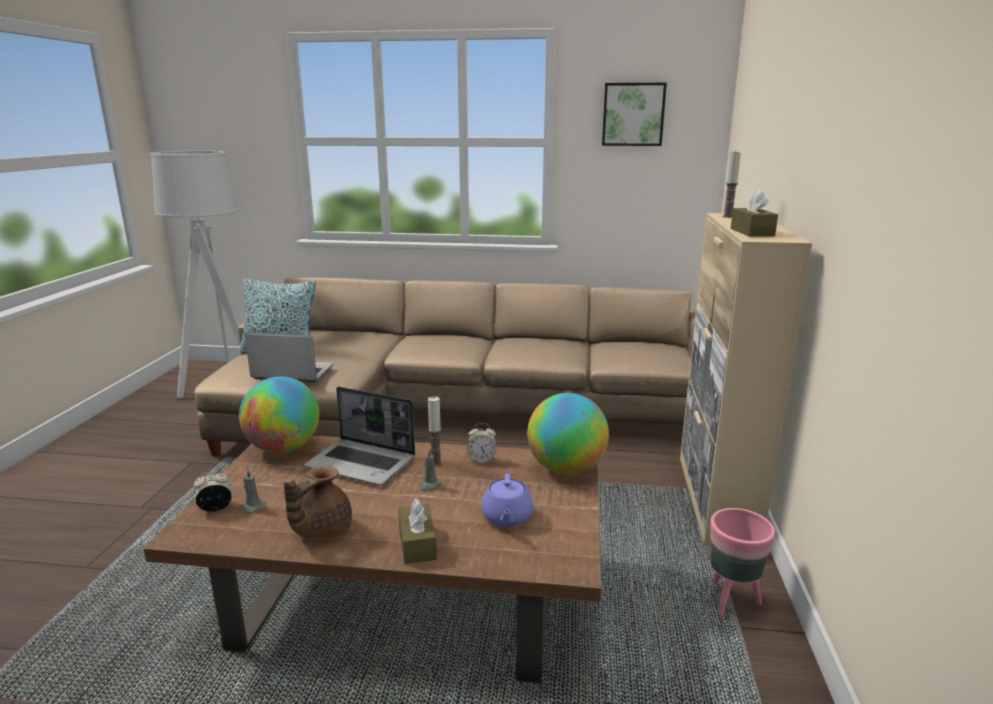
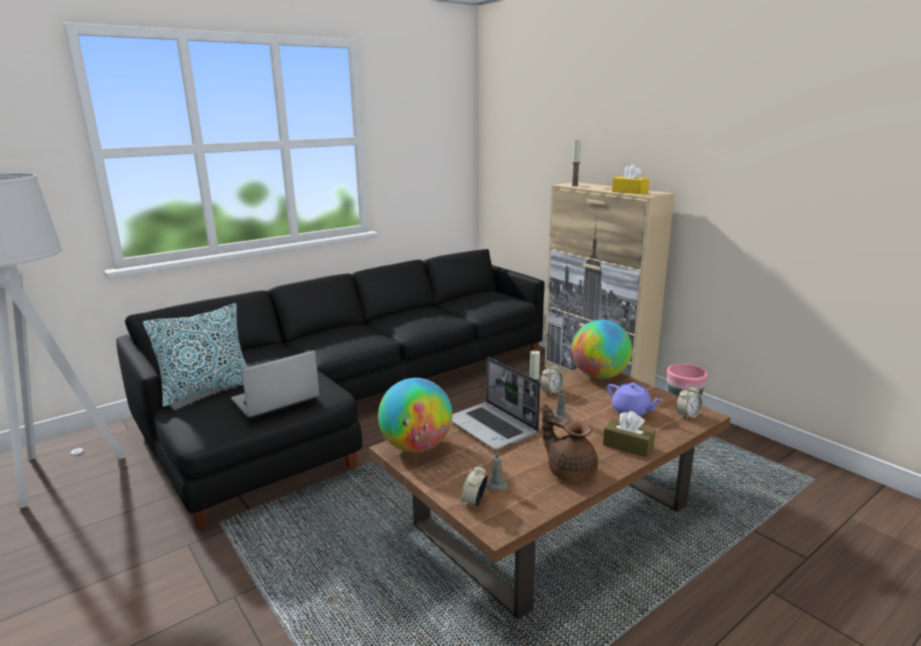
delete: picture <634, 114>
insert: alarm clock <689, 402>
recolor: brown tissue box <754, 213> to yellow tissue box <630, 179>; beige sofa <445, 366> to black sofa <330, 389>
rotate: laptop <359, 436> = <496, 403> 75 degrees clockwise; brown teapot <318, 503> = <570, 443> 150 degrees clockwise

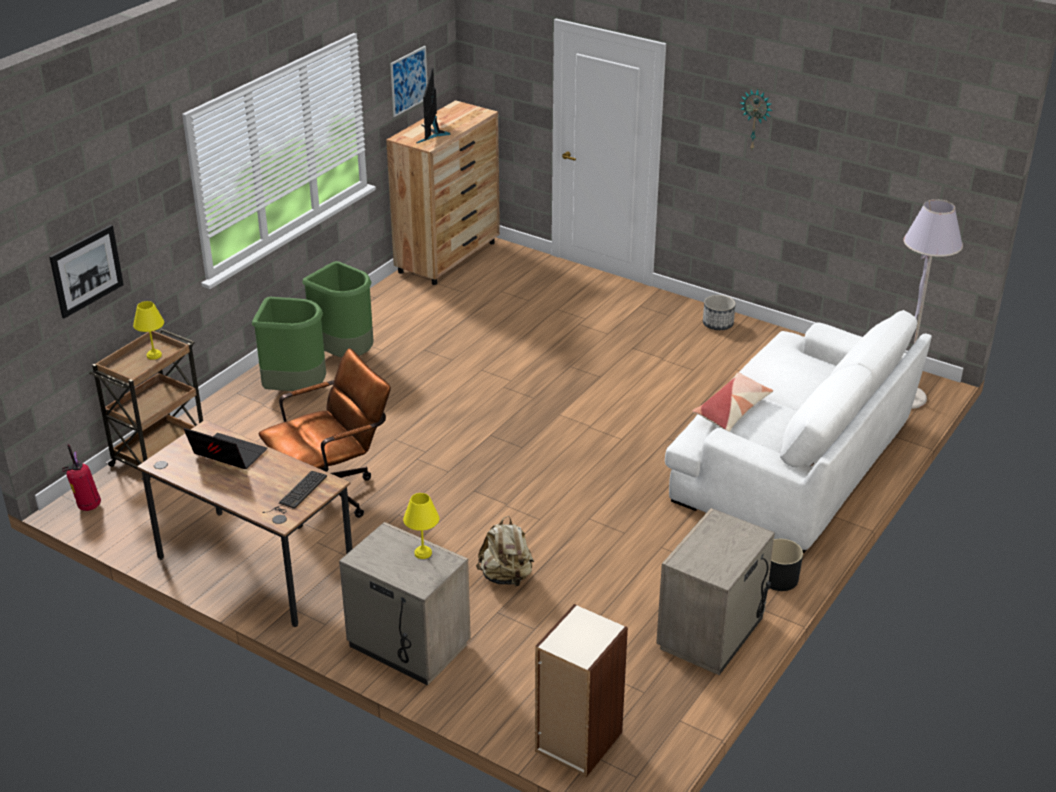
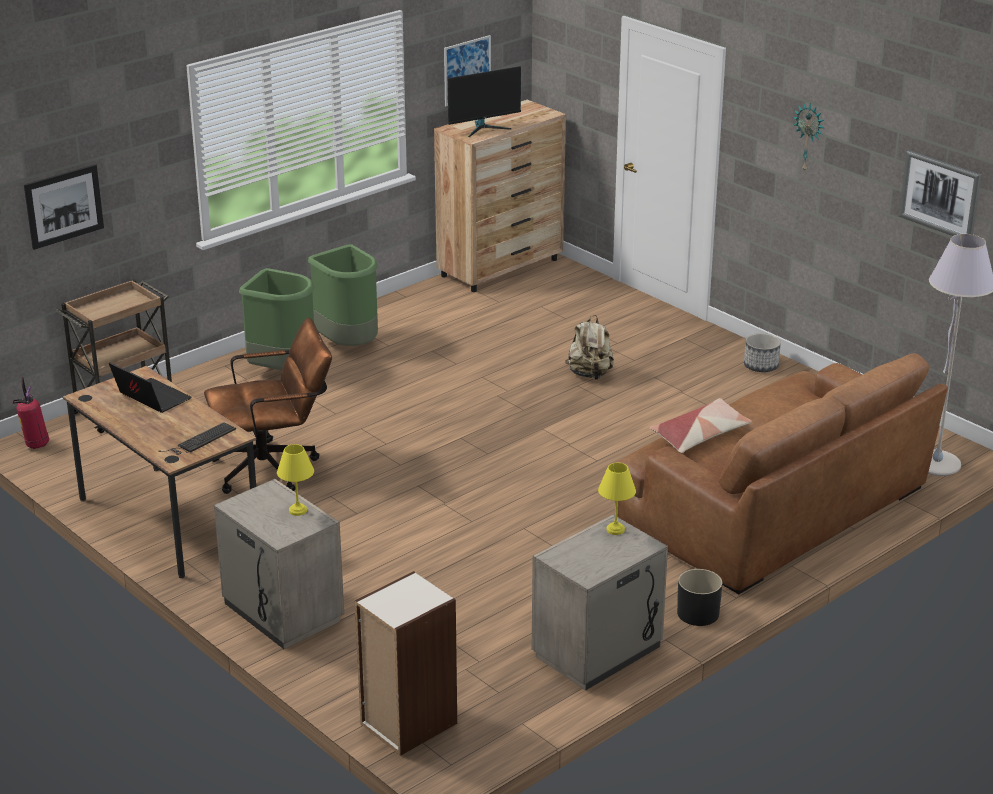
insert: picture <940, 193>
move: yellow table lamp <148, 330> to <617, 499>; beige backpack <505, 552> to <589, 347>
recolor: white sofa <798, 431> to brown sofa <781, 473>
rotate: monitor <433, 105> = <484, 101> 135 degrees counterclockwise

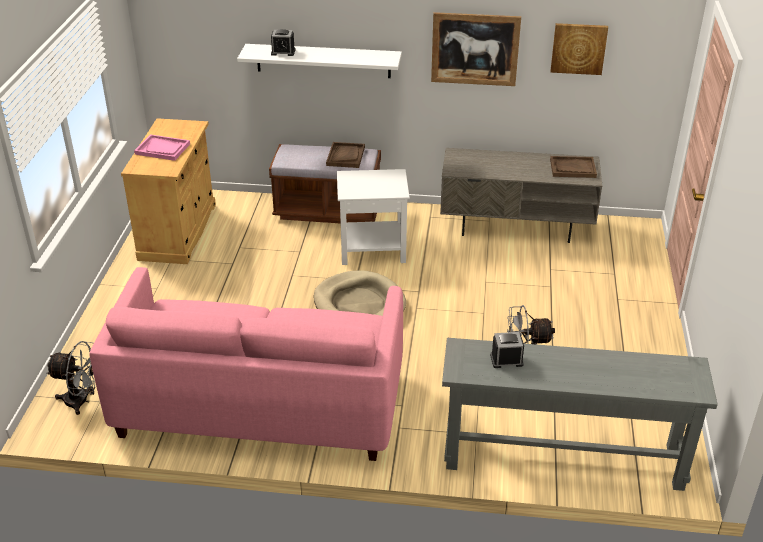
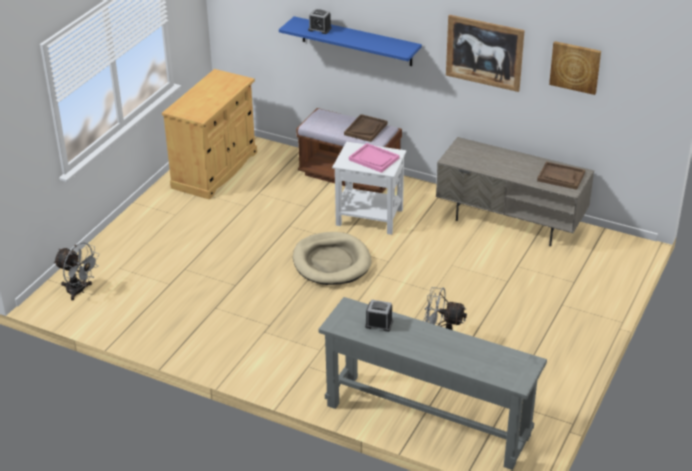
delete: pink sofa <246, 364>
move: pink tray <162, 147> to <374, 158>
recolor: white shelf <319, 61> to blue shelf <350, 41>

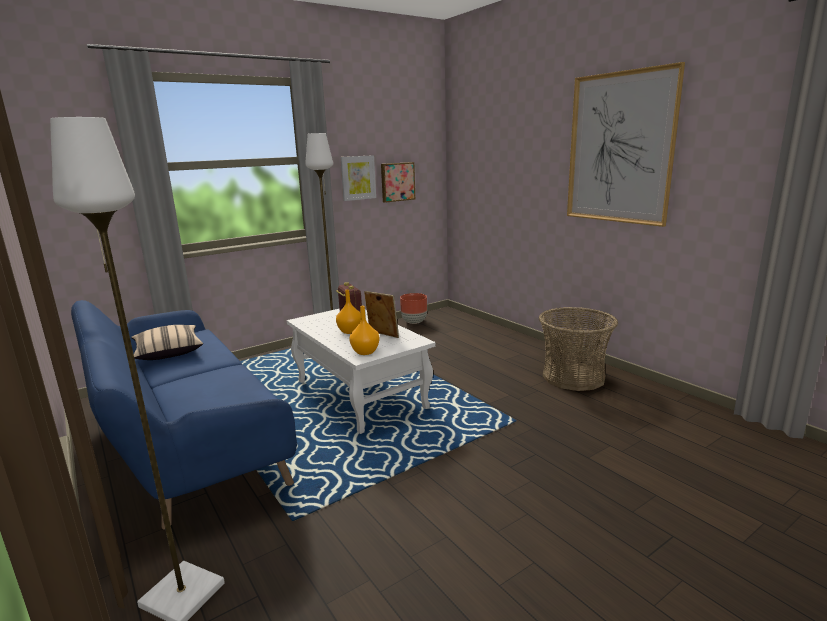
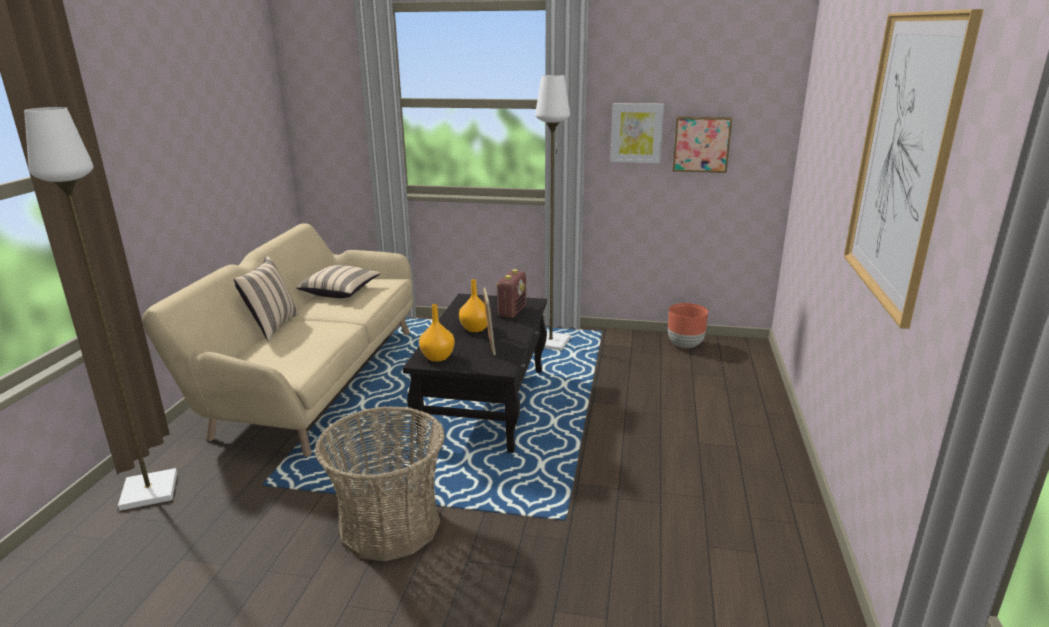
insert: beige pillow <266, 298>
move: basket <578, 349> to <379, 483>
recolor: blue sofa <184, 415> to beige sofa <277, 340>; white coffee table <361, 371> to black coffee table <475, 373>

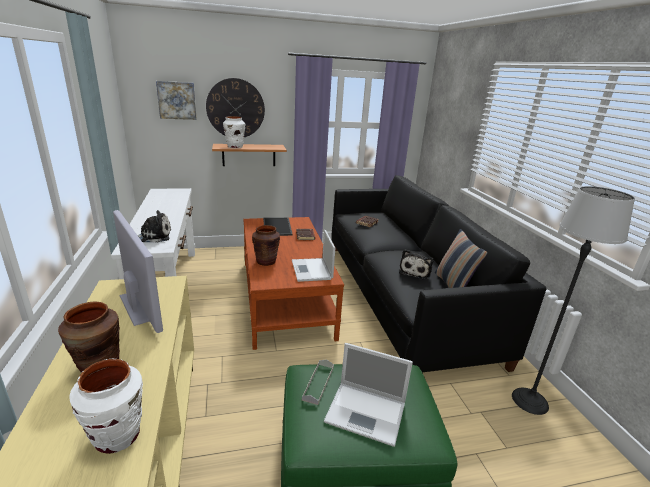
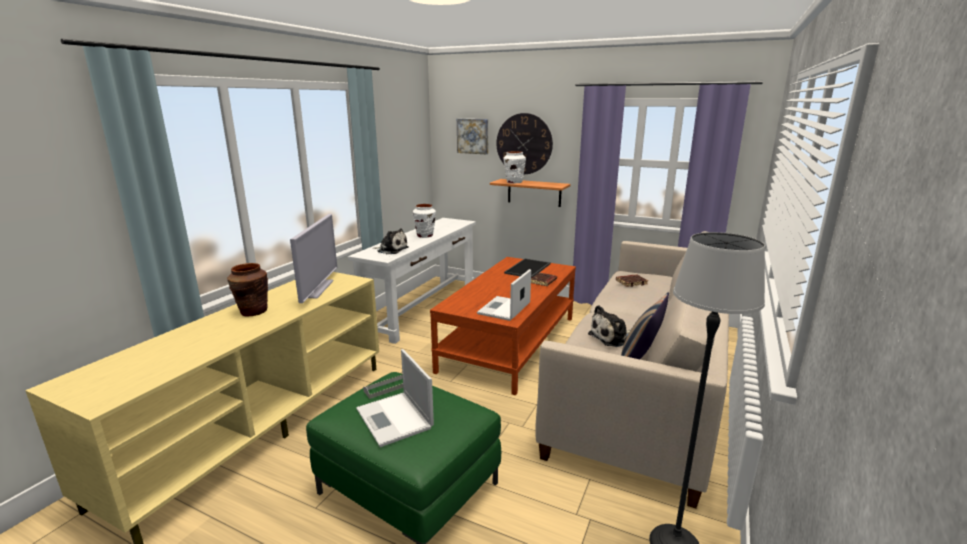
delete: brown vase <266, 245>
move: white vase <106, 406> to <424, 221>
recolor: black sofa <438, 273> to beige sofa <632, 370>

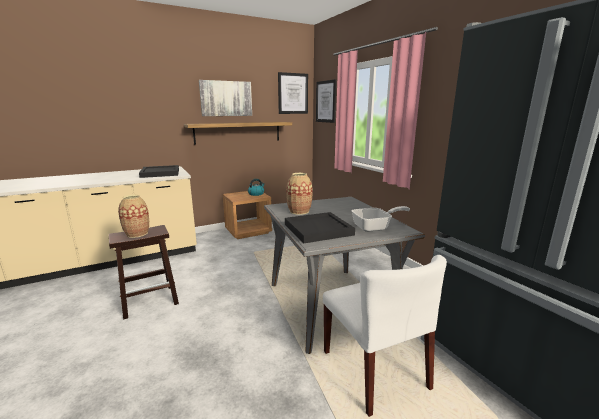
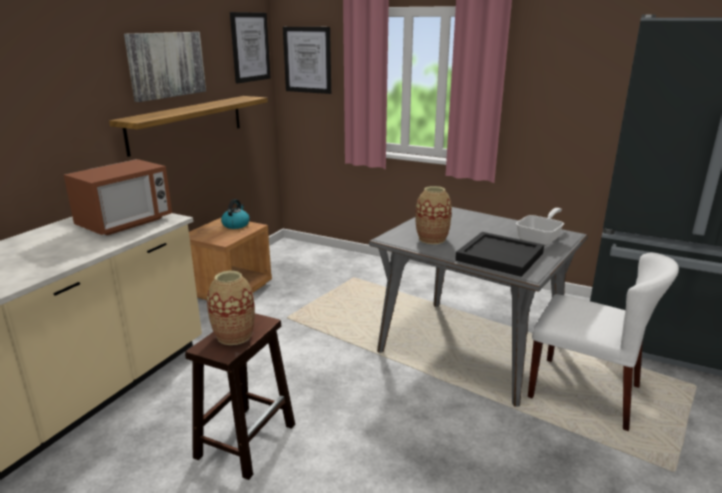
replace: black tray <159, 171> to microwave <118, 197>

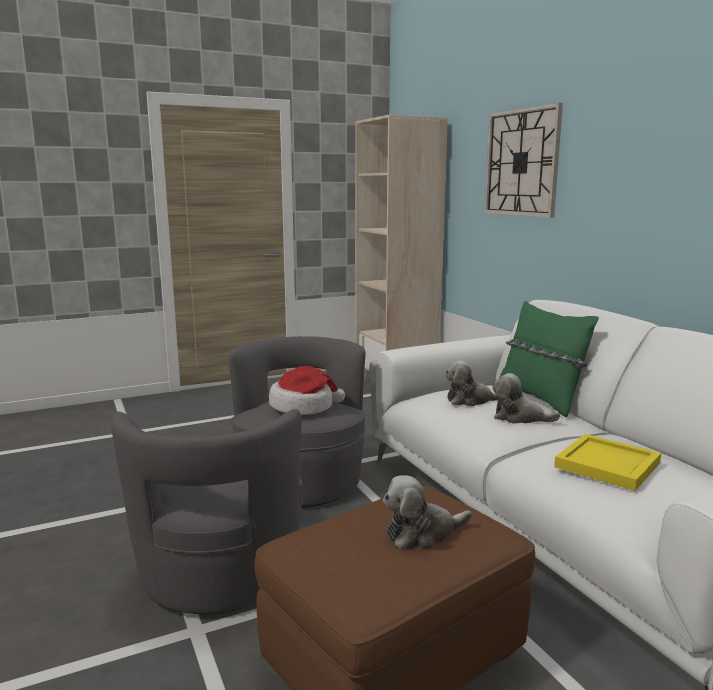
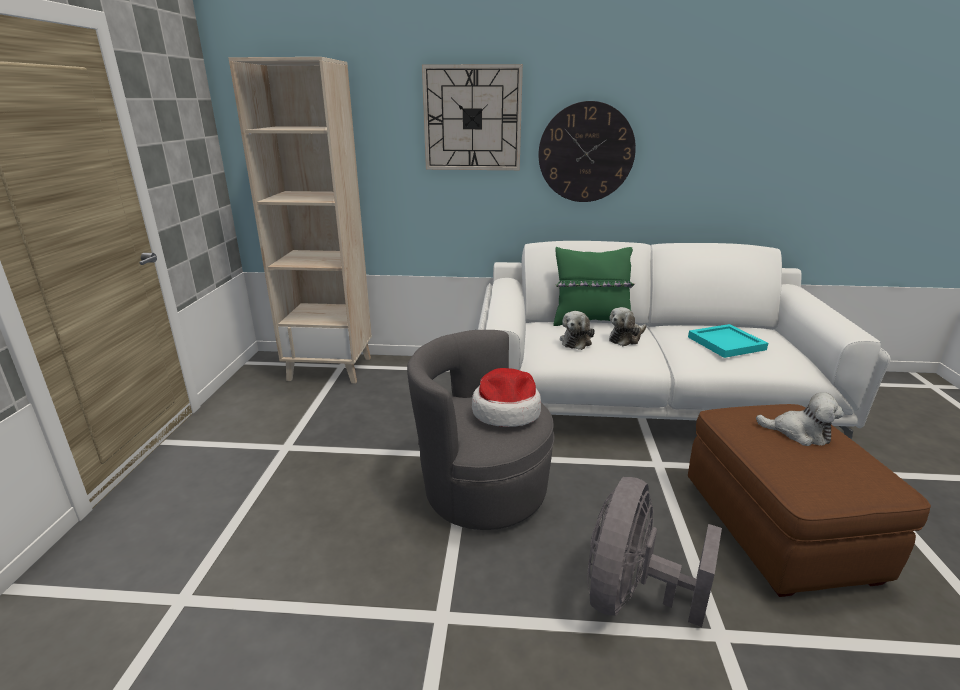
insert: wall clock <587, 151>
replace: grey armchair <207, 511> to grey fan <654, 552>
recolor: yellow tray <607, 462> to turquoise tray <728, 341>
rotate: plush toy <427, 512> = <800, 419> 75 degrees counterclockwise

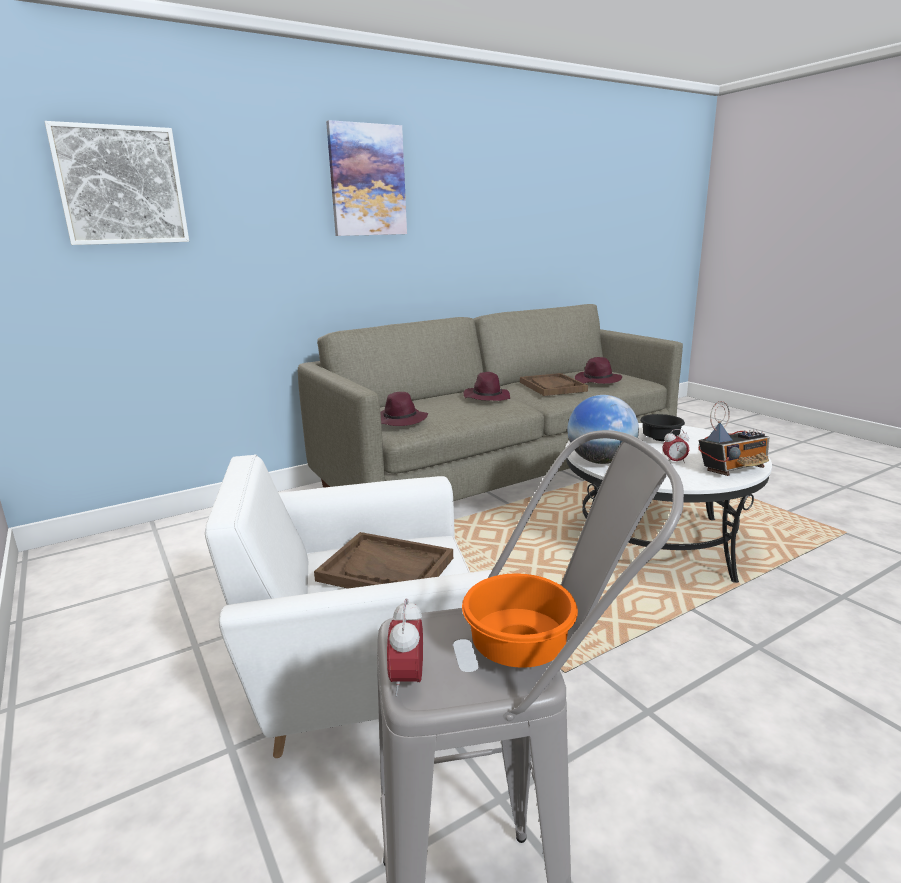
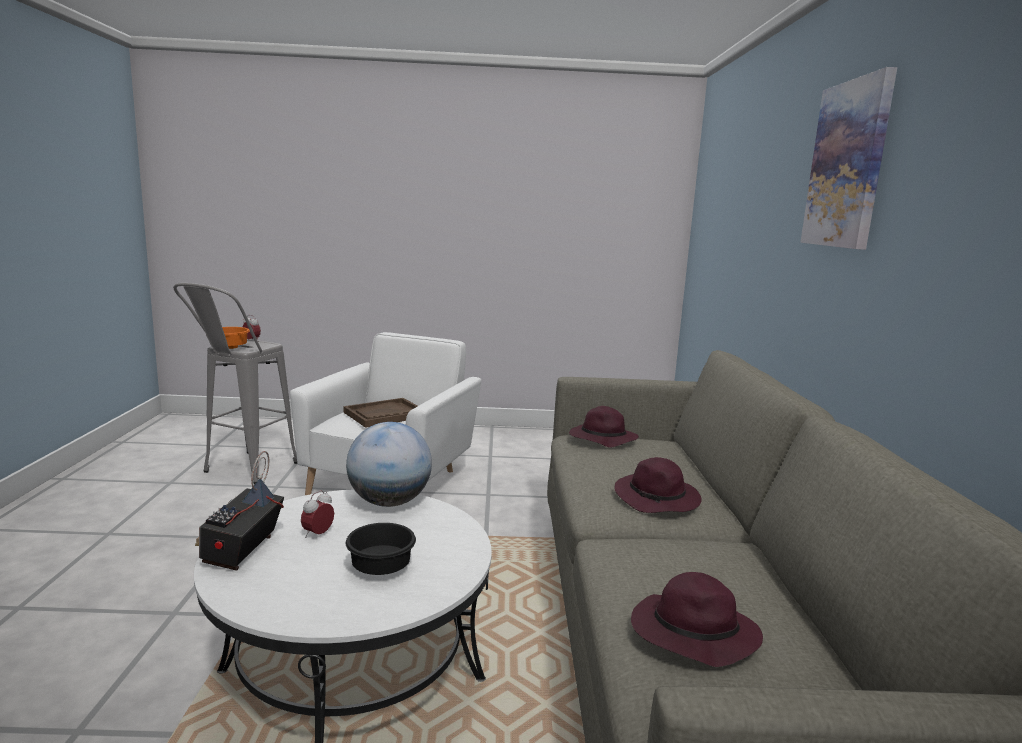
delete: picture <117, 183>; brown tray <554, 384>

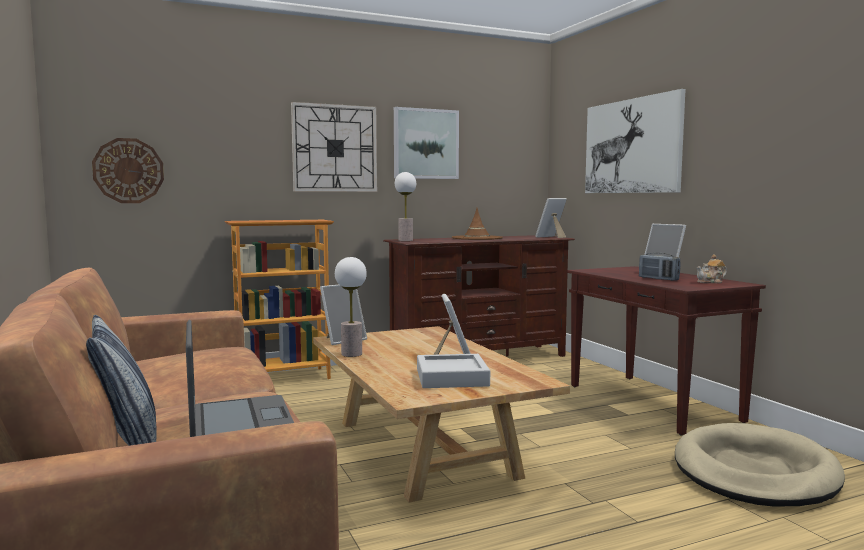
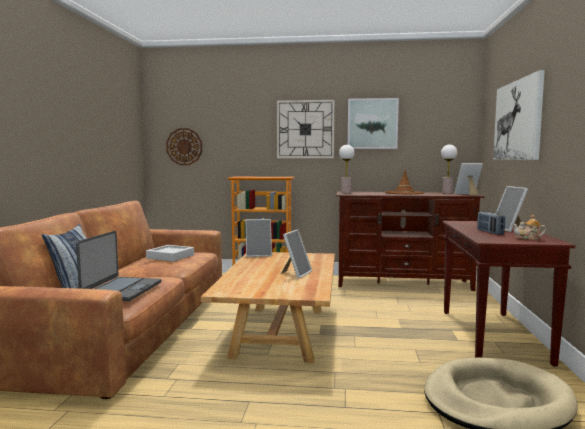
move: table lamp <351, 307> to <449, 169>; grey tray <453, 371> to <170, 253>

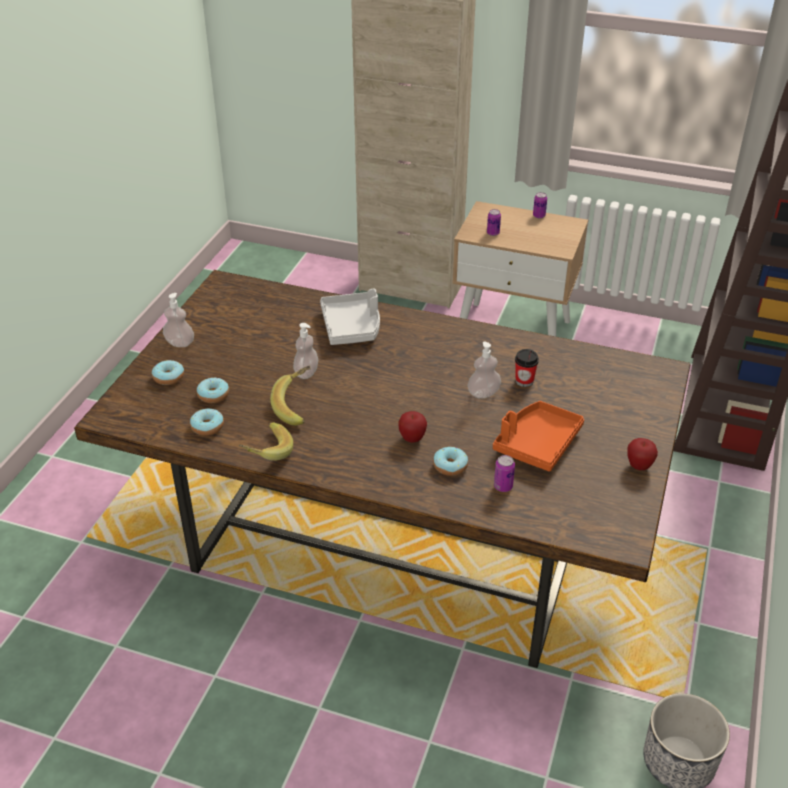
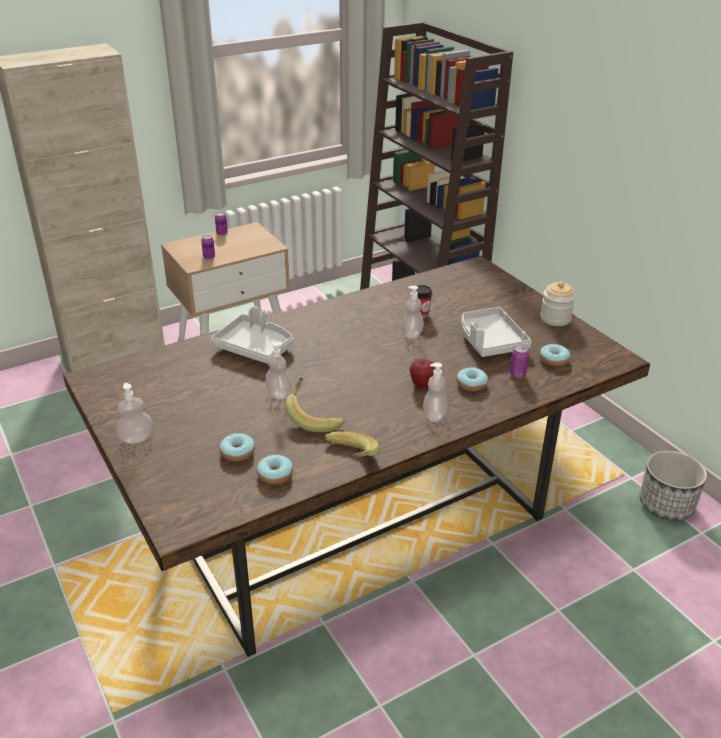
insert: soap dispenser <435, 392>
move: donut <168, 372> to <555, 355>
replace: apple <642, 454> to jar <557, 304>
recolor: orange tray <538, 436> to grey tray <496, 332>

